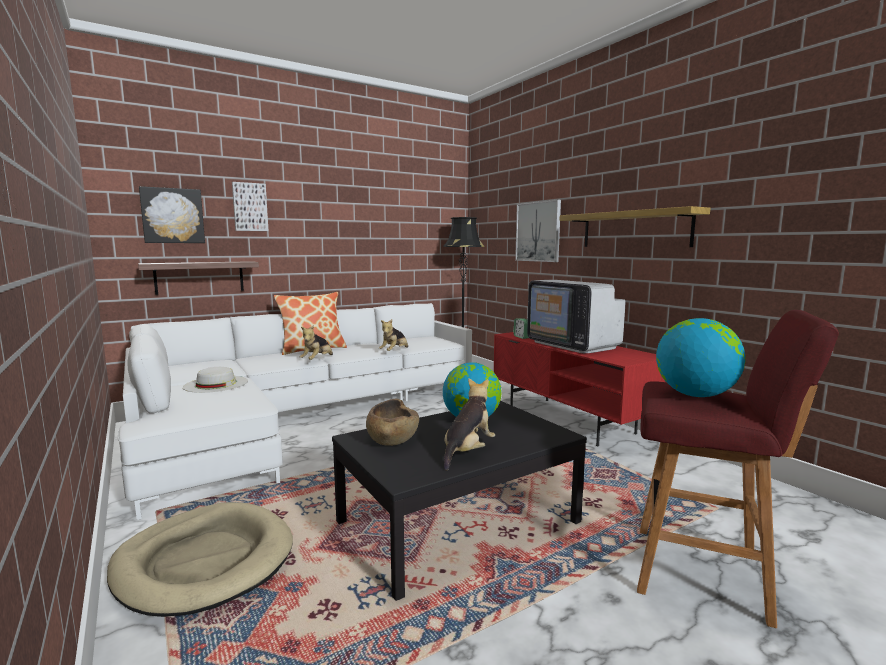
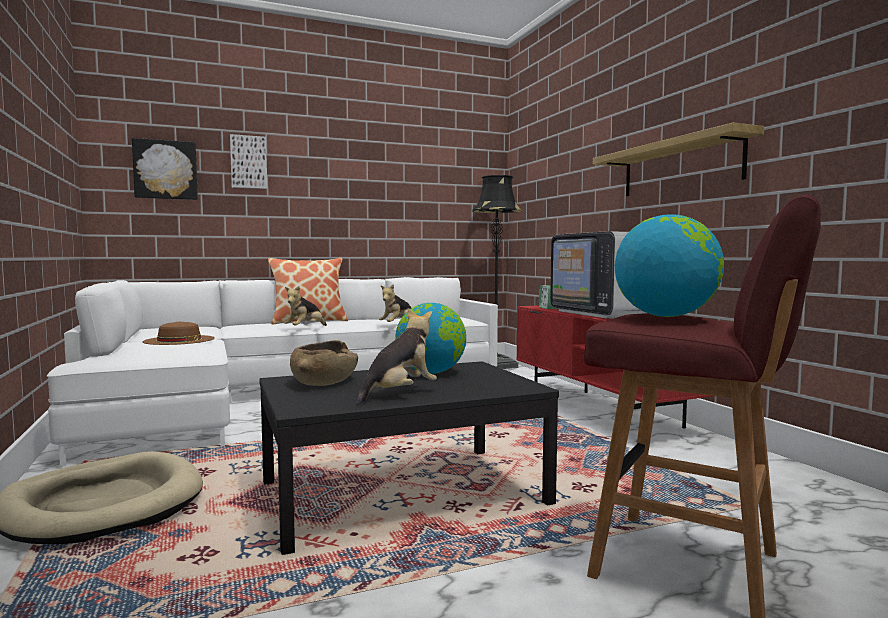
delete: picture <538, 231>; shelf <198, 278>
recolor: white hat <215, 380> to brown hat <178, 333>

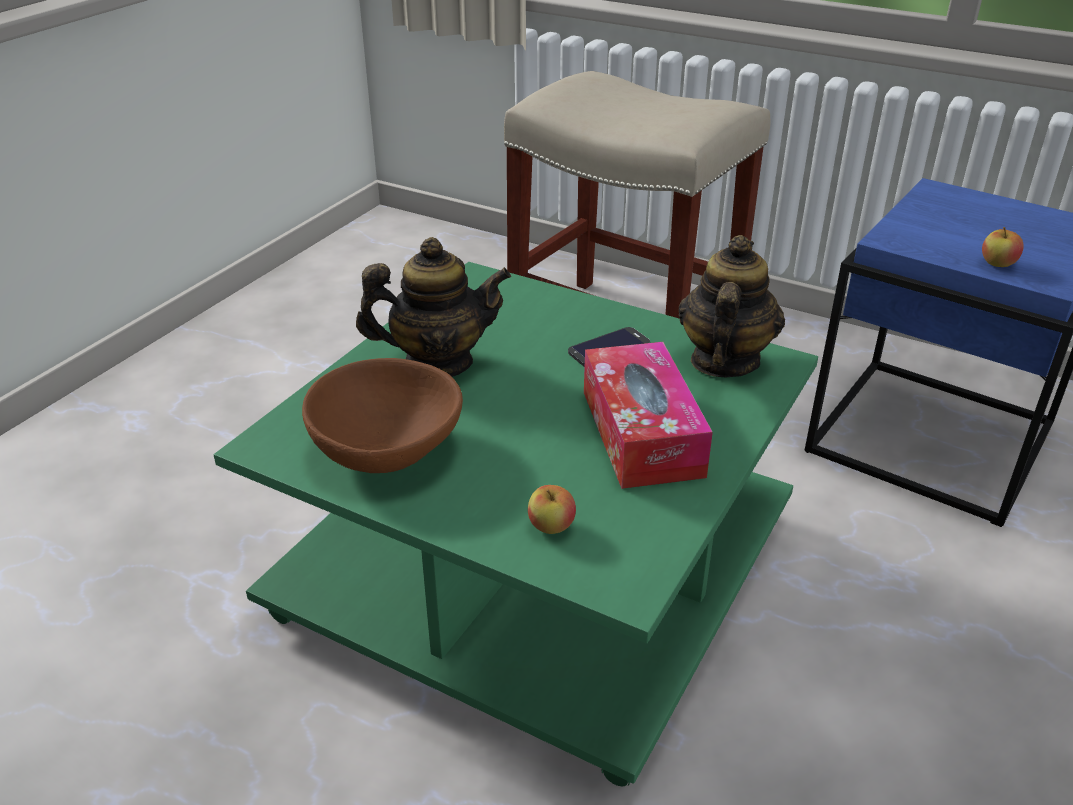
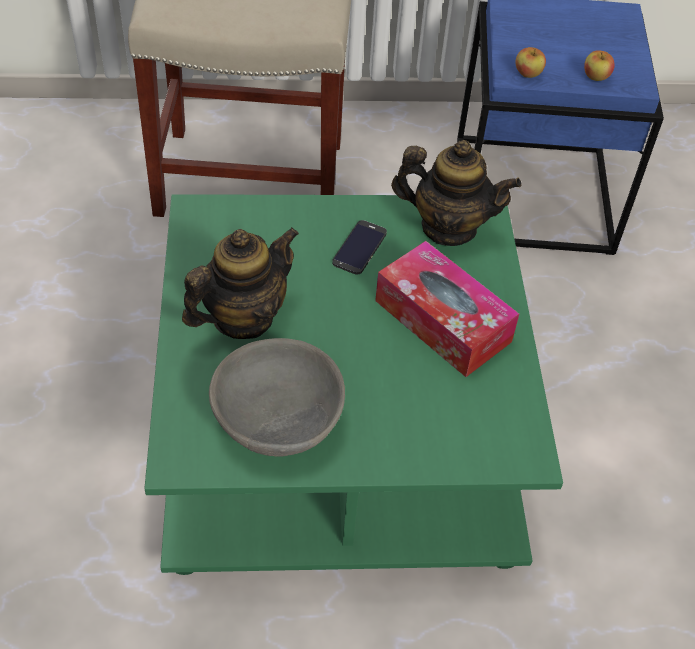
move: apple <552, 509> to <530, 62>
recolor: brown bowl <382, 415> to grey bowl <277, 397>
rotate: teapot <731, 306> = <456, 193> 120 degrees clockwise

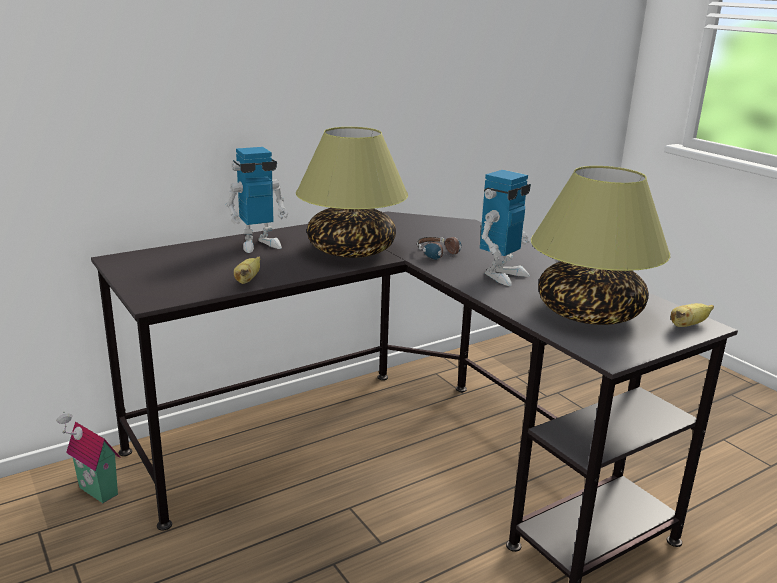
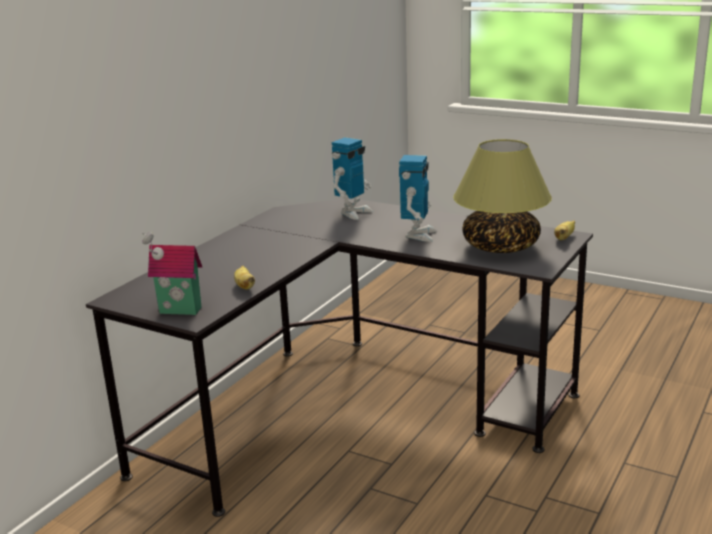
delete: table lamp <352, 192>; headphones <439, 248>
move: toy robot <257, 200> to <352, 178>; toy house <88, 457> to <172, 273>

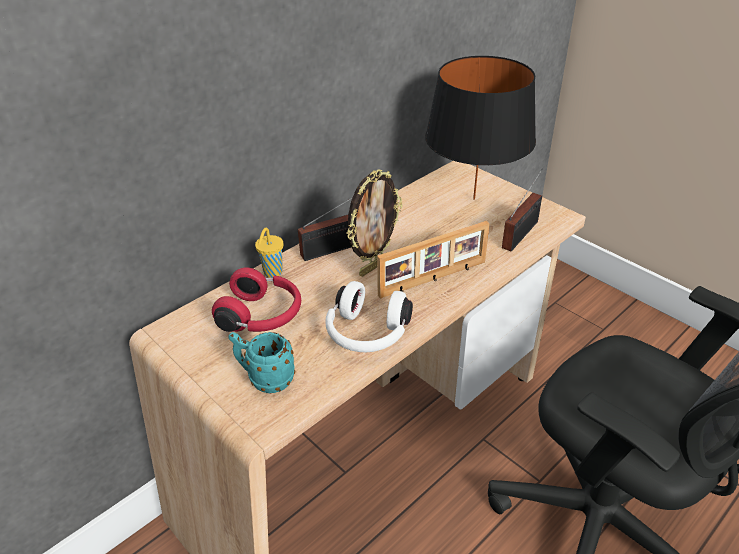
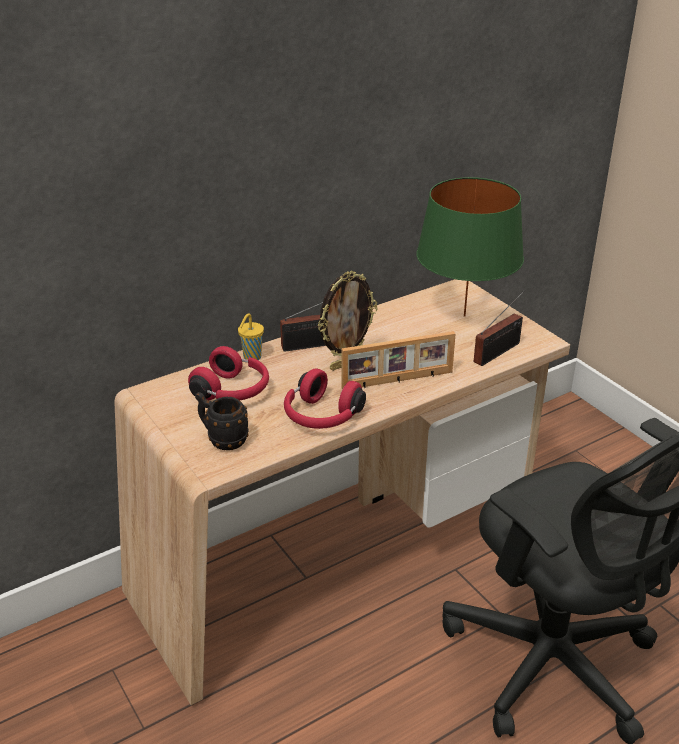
recolor: black table lamp <480, 128> to green table lamp <470, 247>; white headphones <369, 316> to red headphones <325, 398>; turquoise mug <262, 362> to black mug <222, 421>

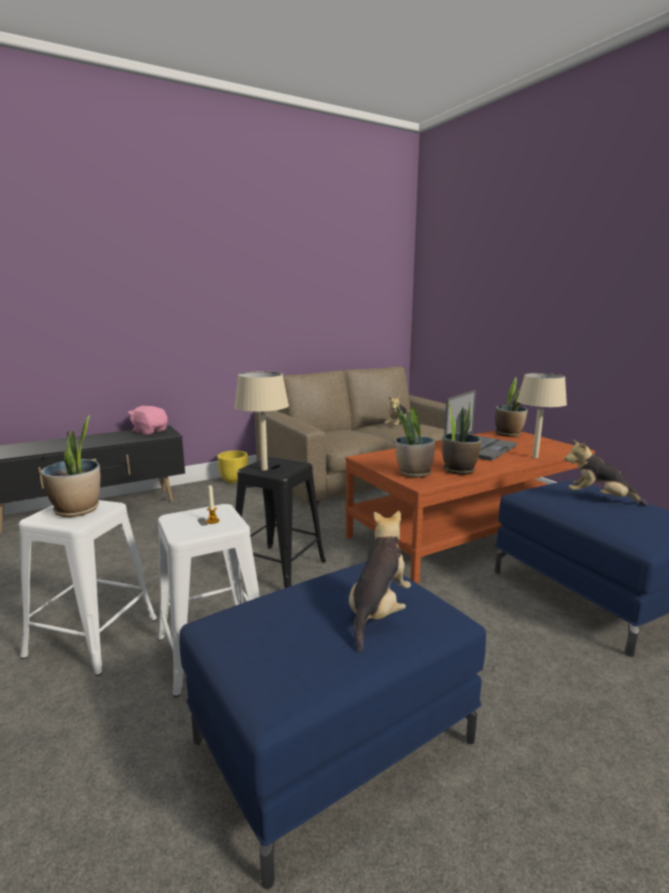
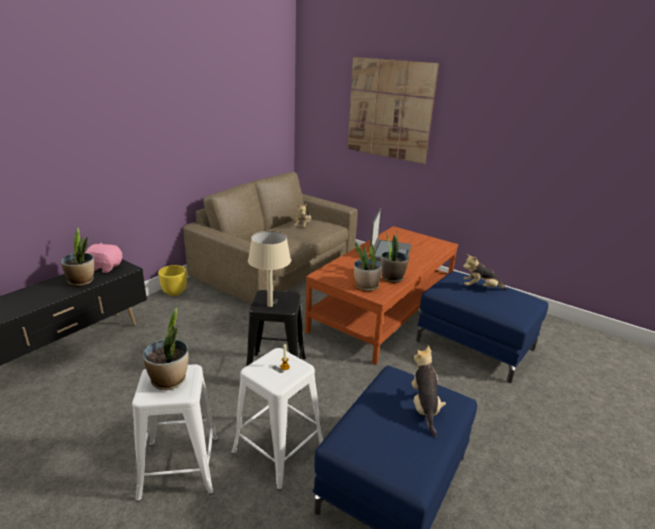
delete: beige table lamp <542, 415>
insert: picture <393, 110>
move: potted plant <511, 407> to <77, 256>

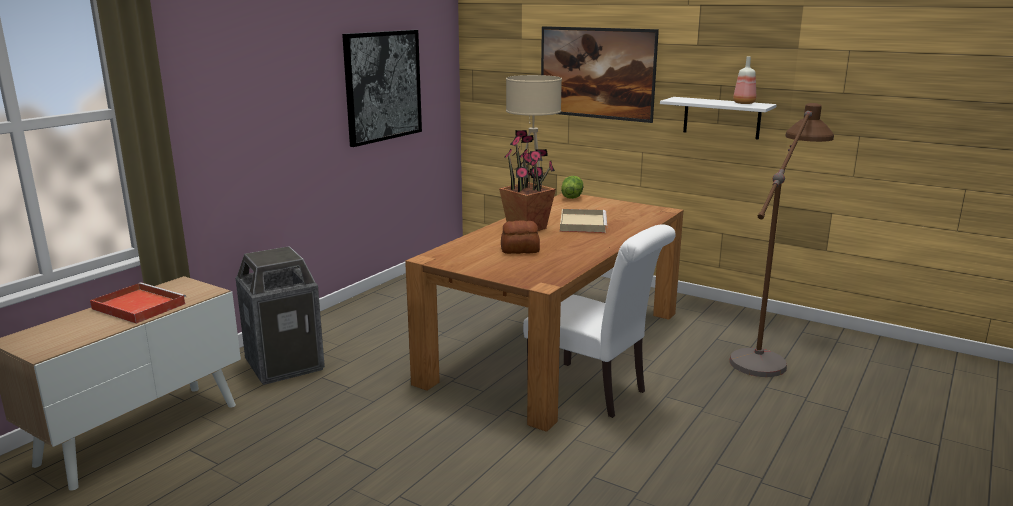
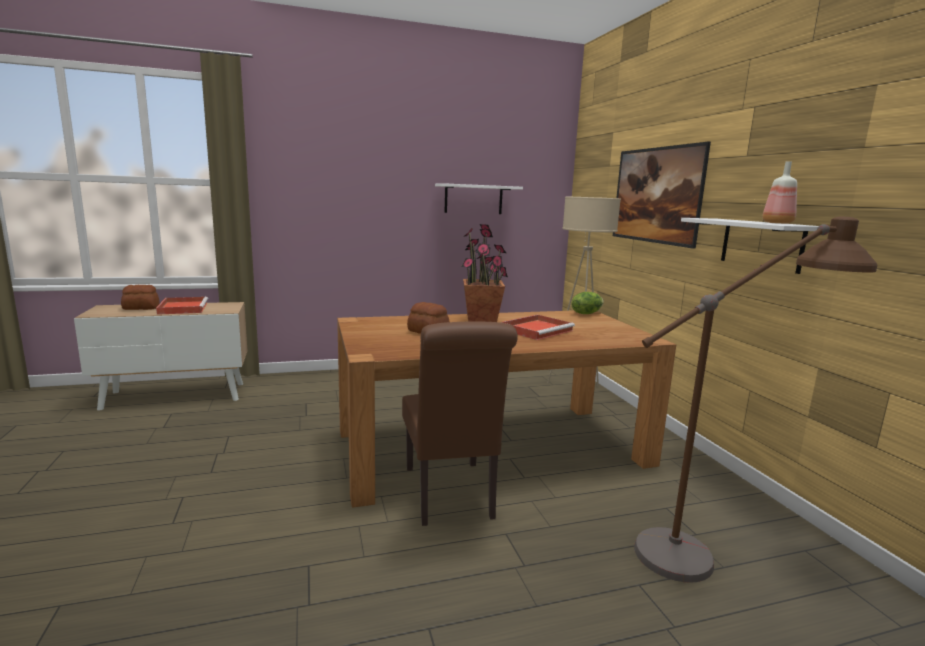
delete: trash can <280, 315>
insert: bread <140, 297>
replace: picture <382, 88> to white shelf <479, 198>
recolor: beige tray <583, 221> to red tray <538, 327>; white chair <599, 321> to brown chair <460, 424>

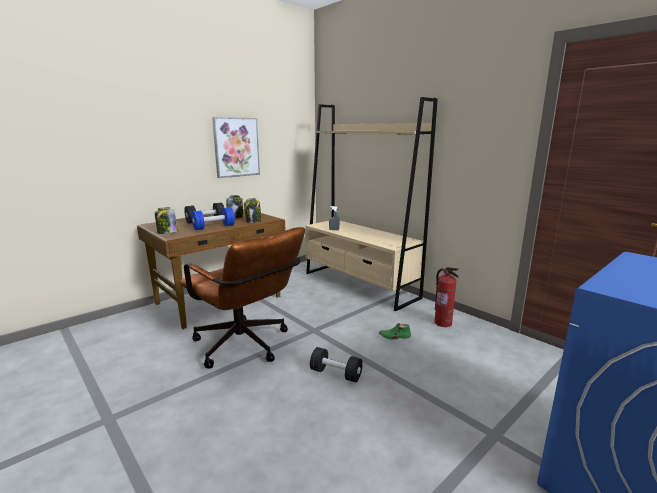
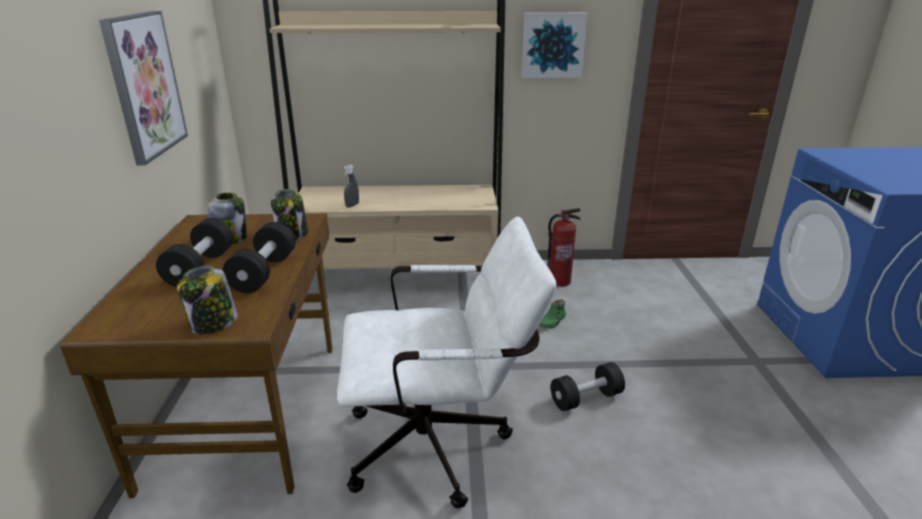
insert: picture <555, 45>
recolor: blue dumbbell <213, 218> to black dumbbell <259, 257>; brown office chair <242, 298> to white office chair <447, 362>

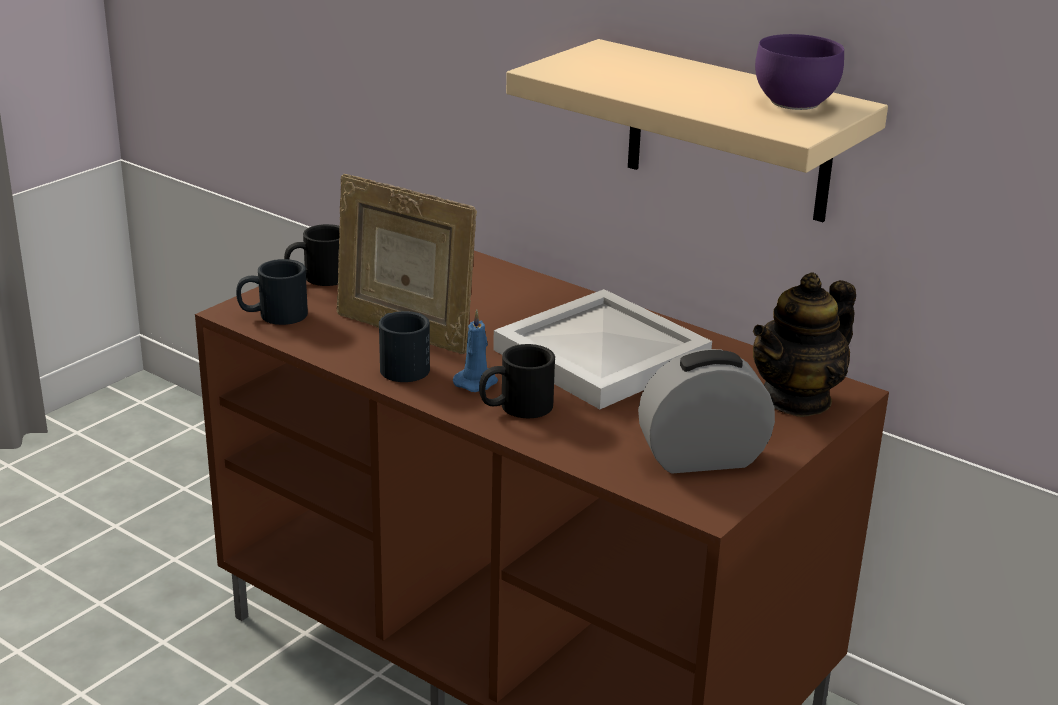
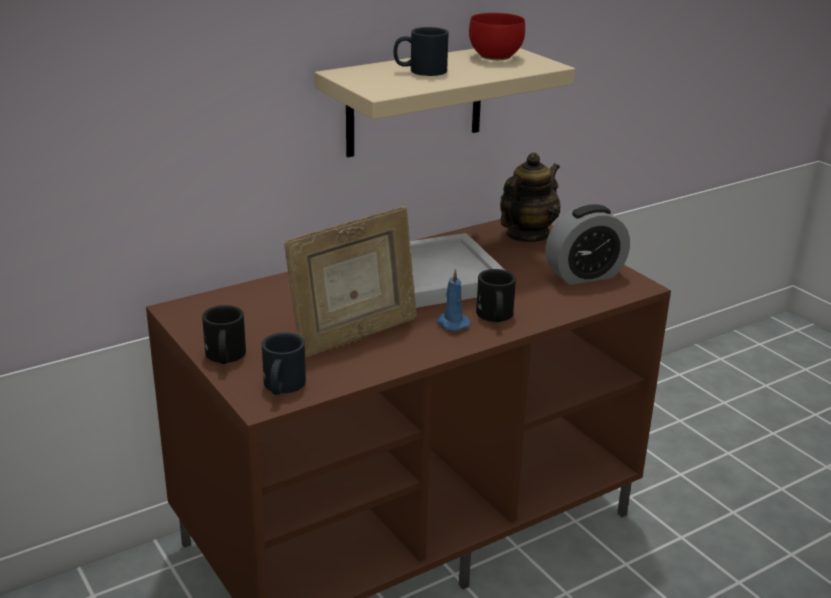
move: black mug <404, 346> to <421, 51>
recolor: purple bowl <799, 72> to red bowl <497, 36>
rotate: teapot <804, 344> = <530, 197> 120 degrees counterclockwise; alarm clock <706, 411> = <587, 244> 120 degrees counterclockwise

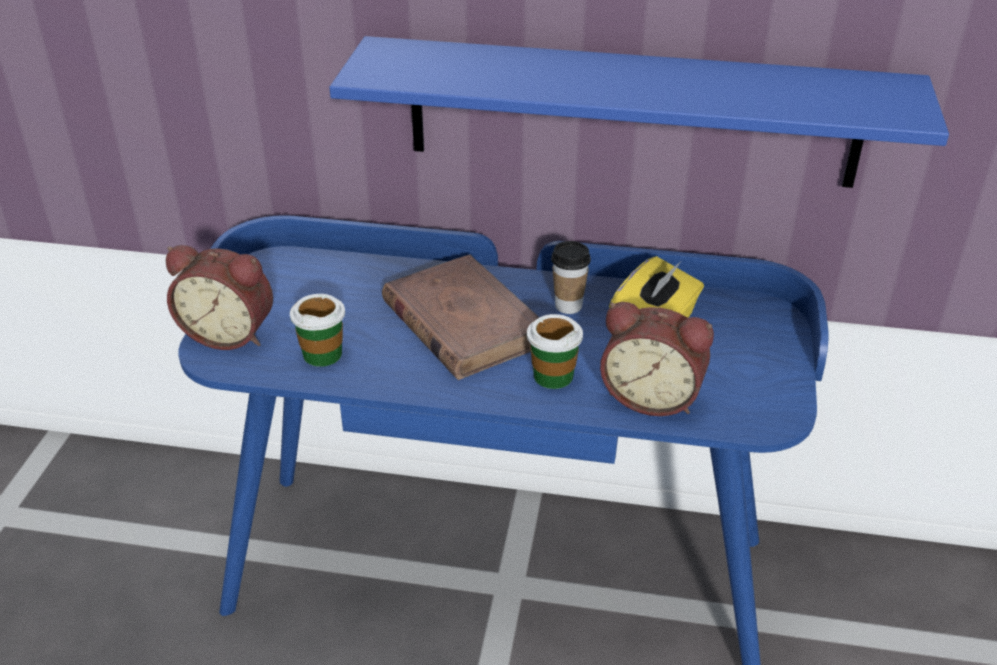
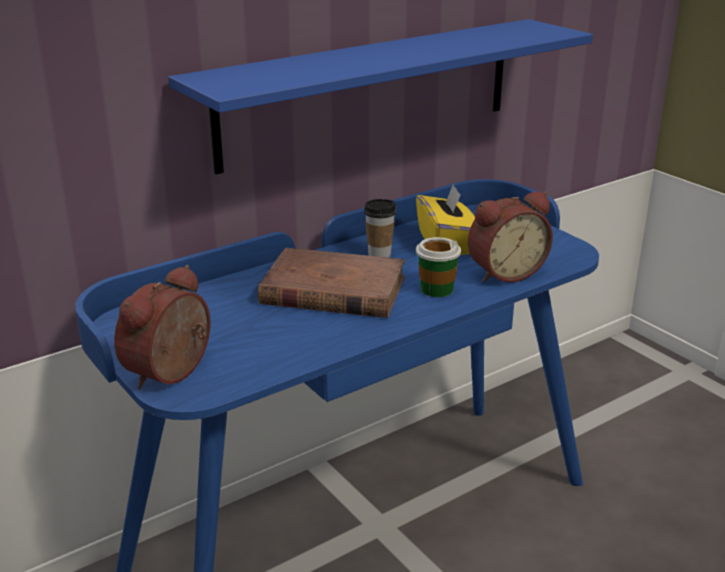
delete: cup <317, 330>
rotate: alarm clock <219, 297> = <162, 327> 150 degrees clockwise

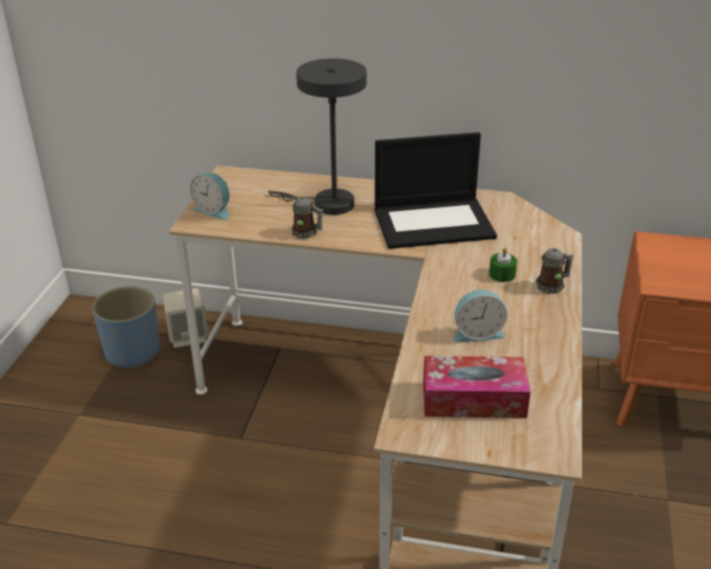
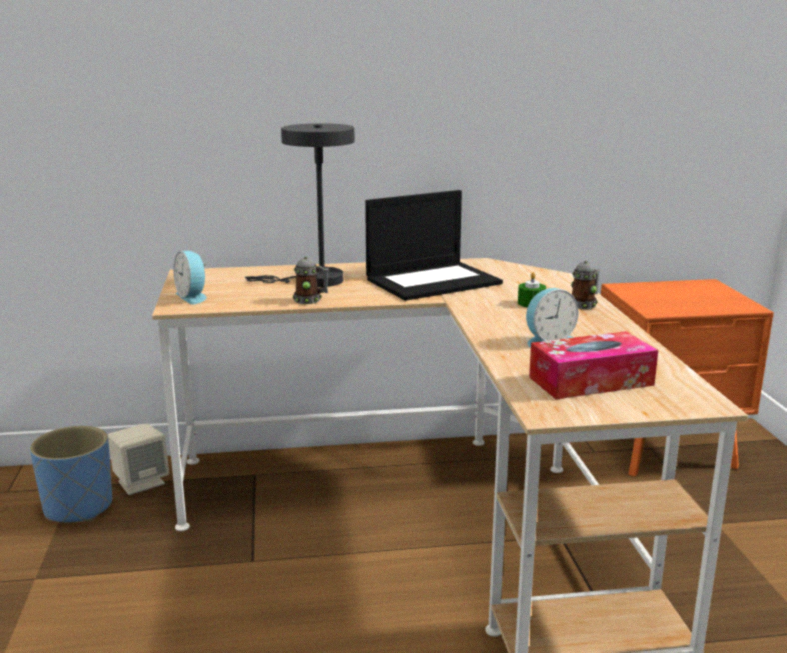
rotate: alarm clock <209, 196> = <190, 278> 45 degrees clockwise

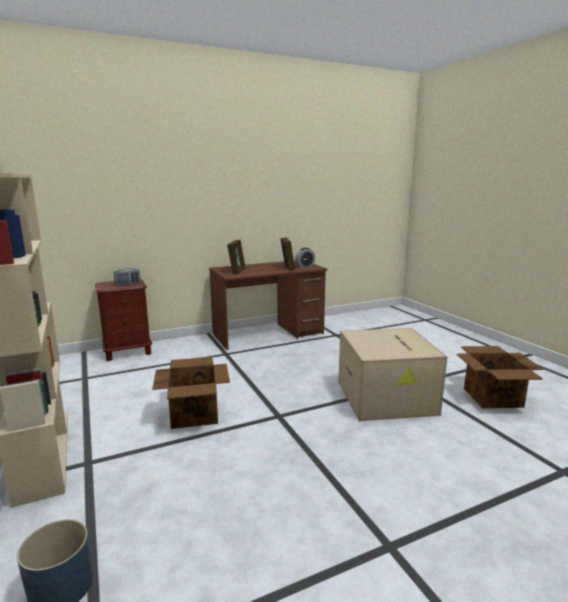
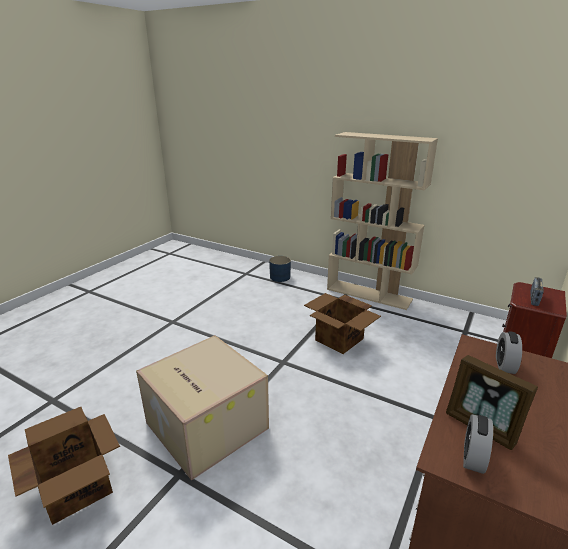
replace: picture frame <236, 257> to alarm clock <509, 352>

